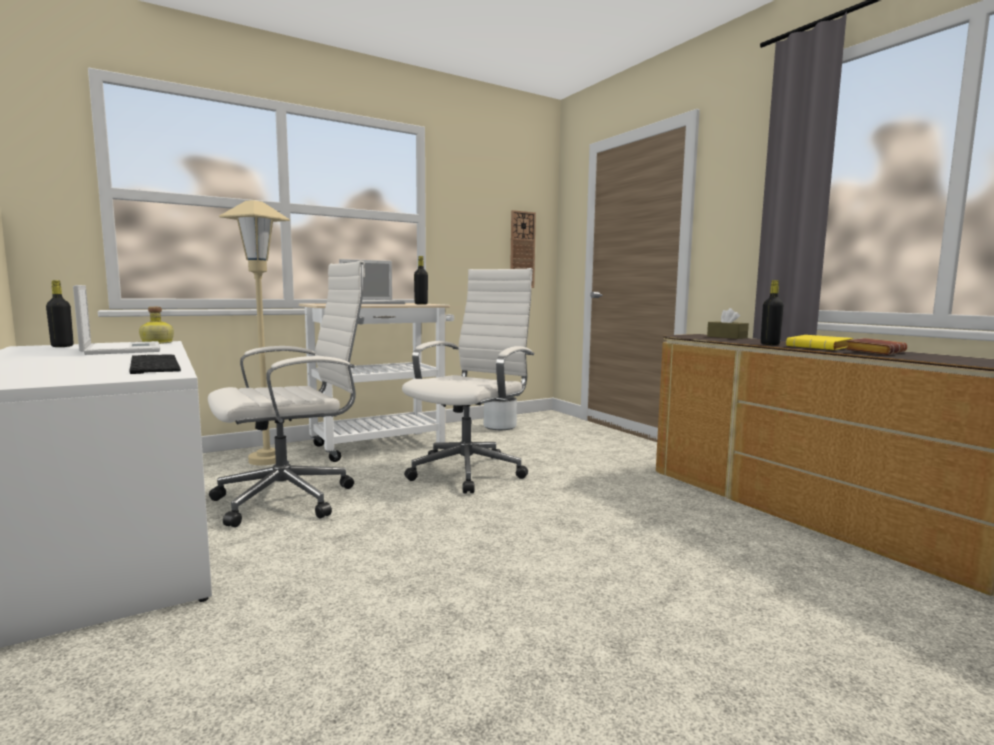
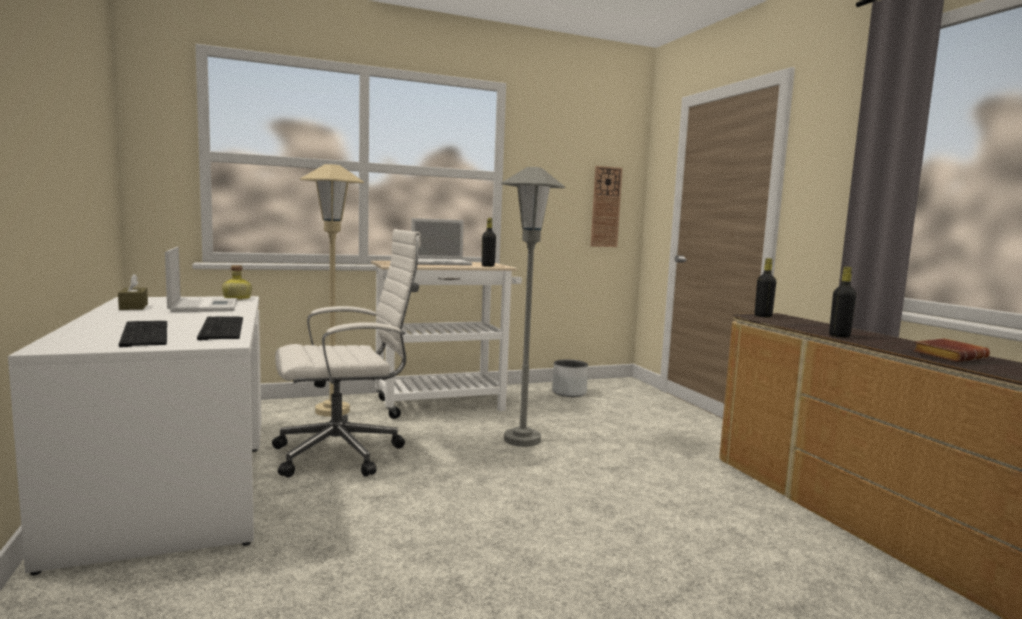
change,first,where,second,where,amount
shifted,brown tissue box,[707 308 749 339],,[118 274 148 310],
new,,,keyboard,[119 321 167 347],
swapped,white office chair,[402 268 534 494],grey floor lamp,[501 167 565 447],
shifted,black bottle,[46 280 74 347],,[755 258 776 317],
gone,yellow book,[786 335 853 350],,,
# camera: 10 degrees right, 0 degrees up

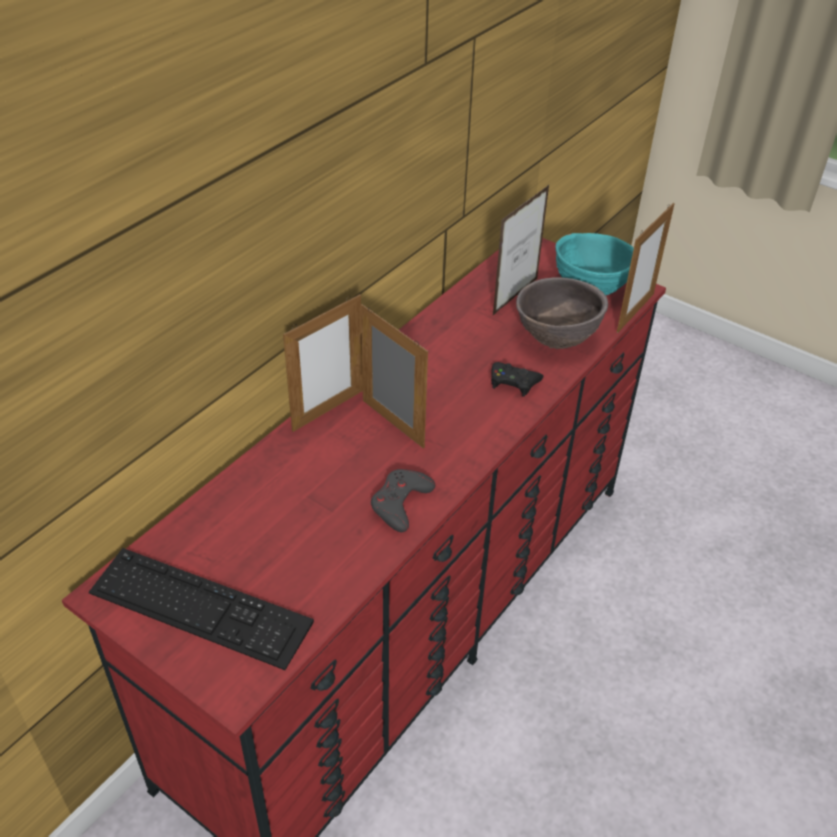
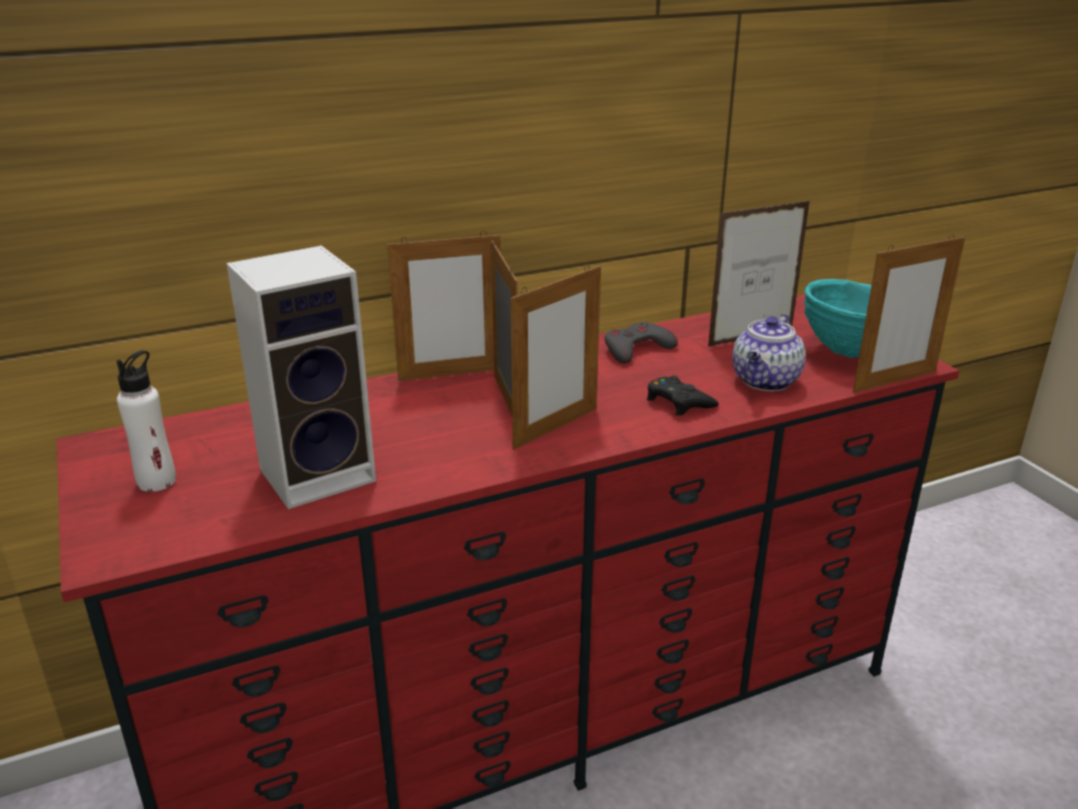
change,first,where,second,where,amount
swapped,keyboard,[89 548 314 670],white bottle,[117 350 176 492],
new,,,speaker,[226 245 376 509],
new,,,picture frame,[510 264 601 450],
shifted,grey game controller,[371 469 435 532],,[605 322 678 364],
swapped,brown bowl,[516 278 608 349],teapot,[732 314 806 391],
# camera: 30 degrees right, 15 degrees down

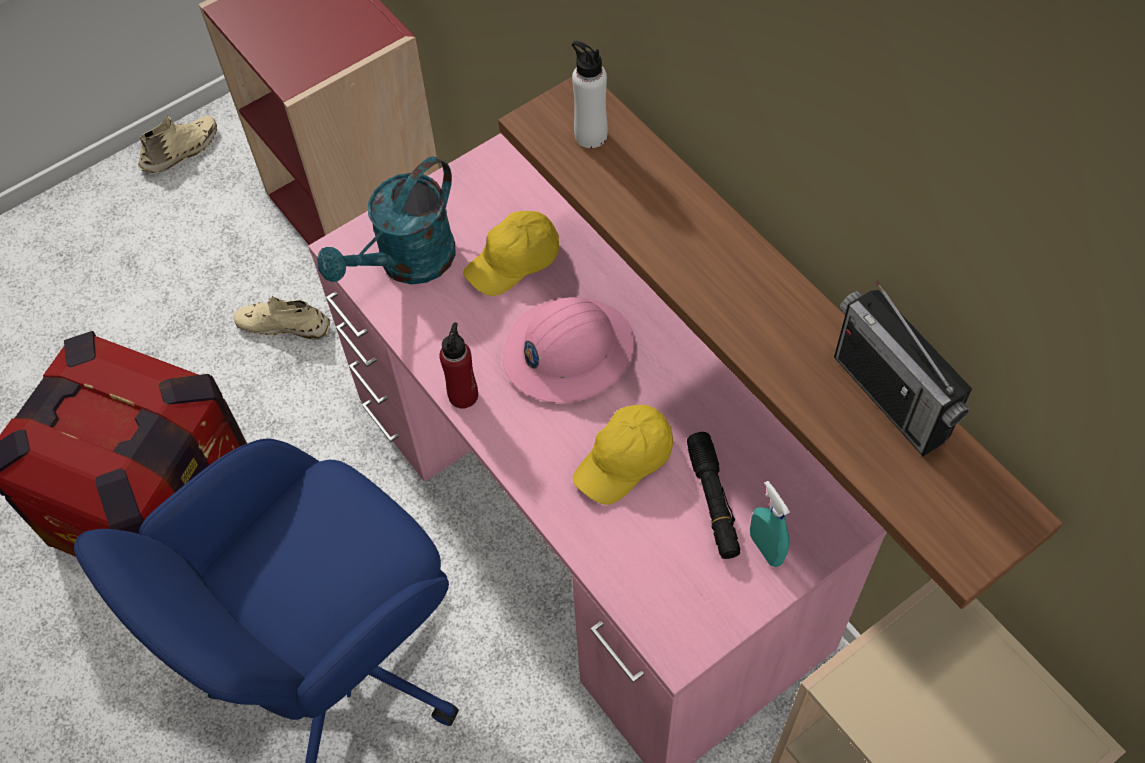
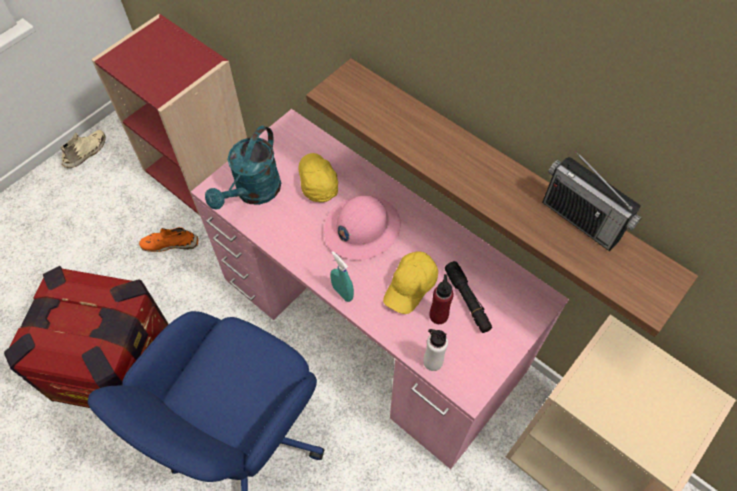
change,first,where,second,where,amount
repainted,beige shoe,[234 296 330 340],orange shoe,[139 227 198 252],
rotated,yellow cap,[463 211 559 296],,[298 153 338 202],120 degrees clockwise
shifted,turquoise spray bottle,[750 481 790 567],,[330 251 354 302],
shifted,white bottle,[572 41 608 148],,[423 329 448 371],
shifted,red bottle,[439 322 478 409],,[429 274 454 324],
# camera: 15 degrees left, 0 degrees up

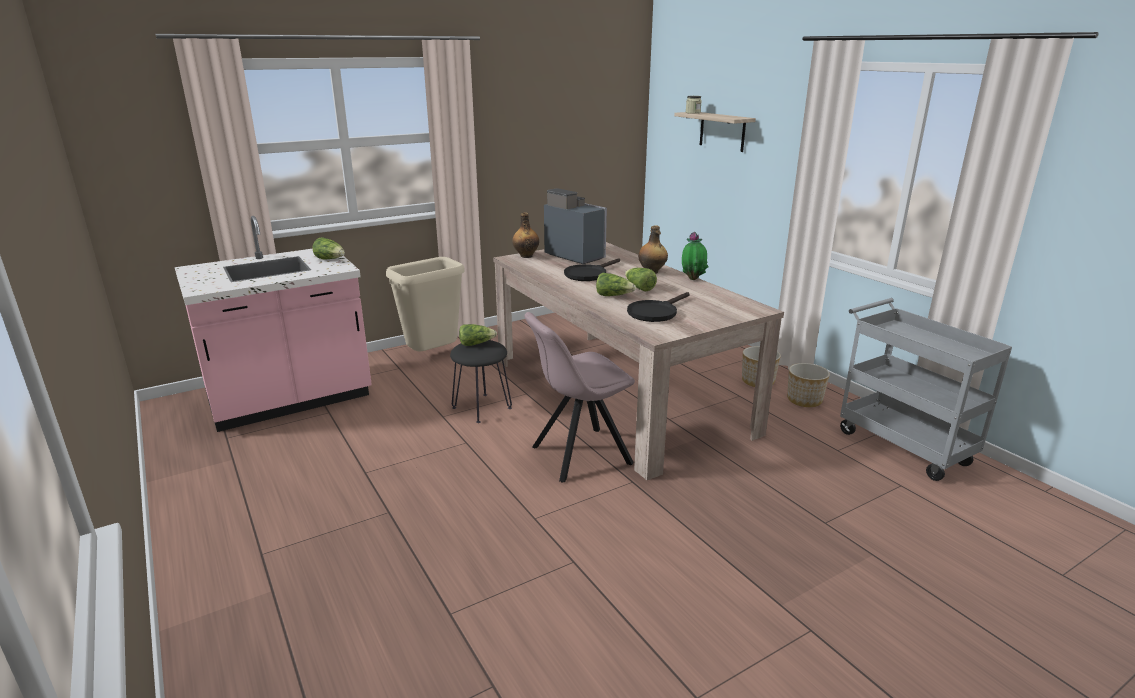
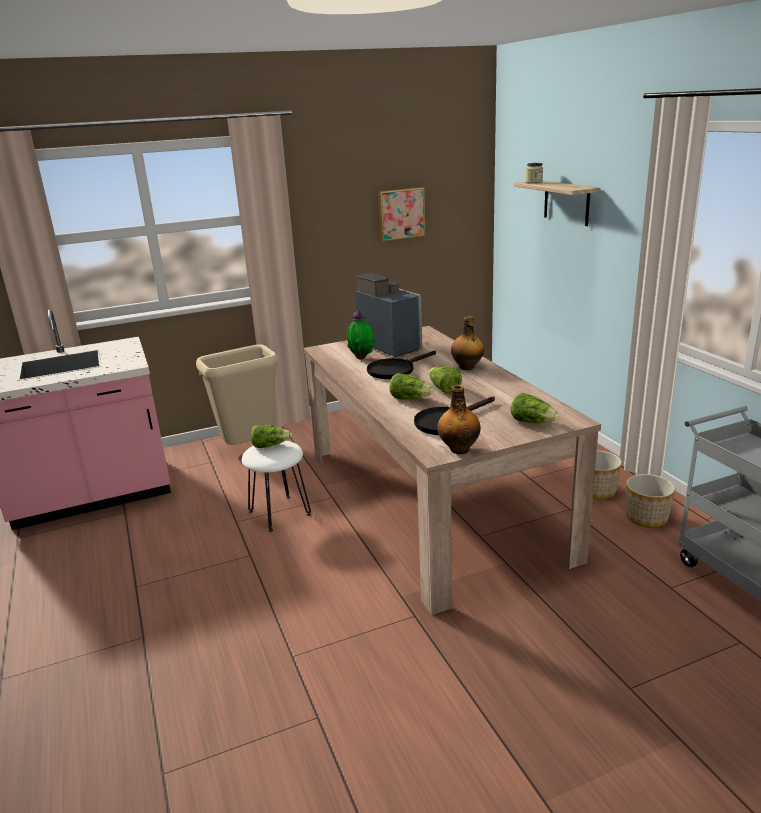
change,first,where,second,where,amount
repainted,black stool,[450 340 512 423],white stool,[242 441 311 532],
shifted,potted plant,[682 232 708 280],,[347 310 375 360],
new,,,picture,[378 187 426 242],
shifted,bottle,[512 213 539 258],,[437 385 481 454],
shifted,lettuce,[312 237 345 260],,[511 393 559 423],
gone,pink chair,[524 312 635 483],,,
# camera: 10 degrees right, 0 degrees up

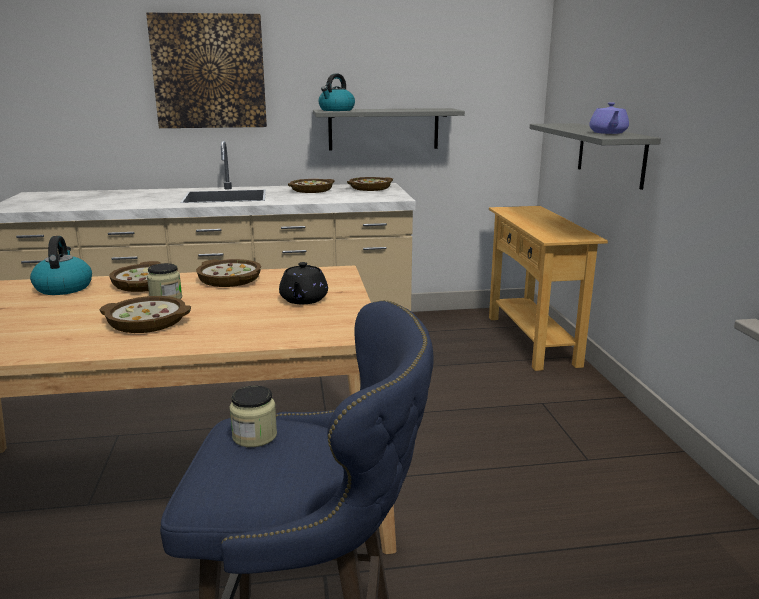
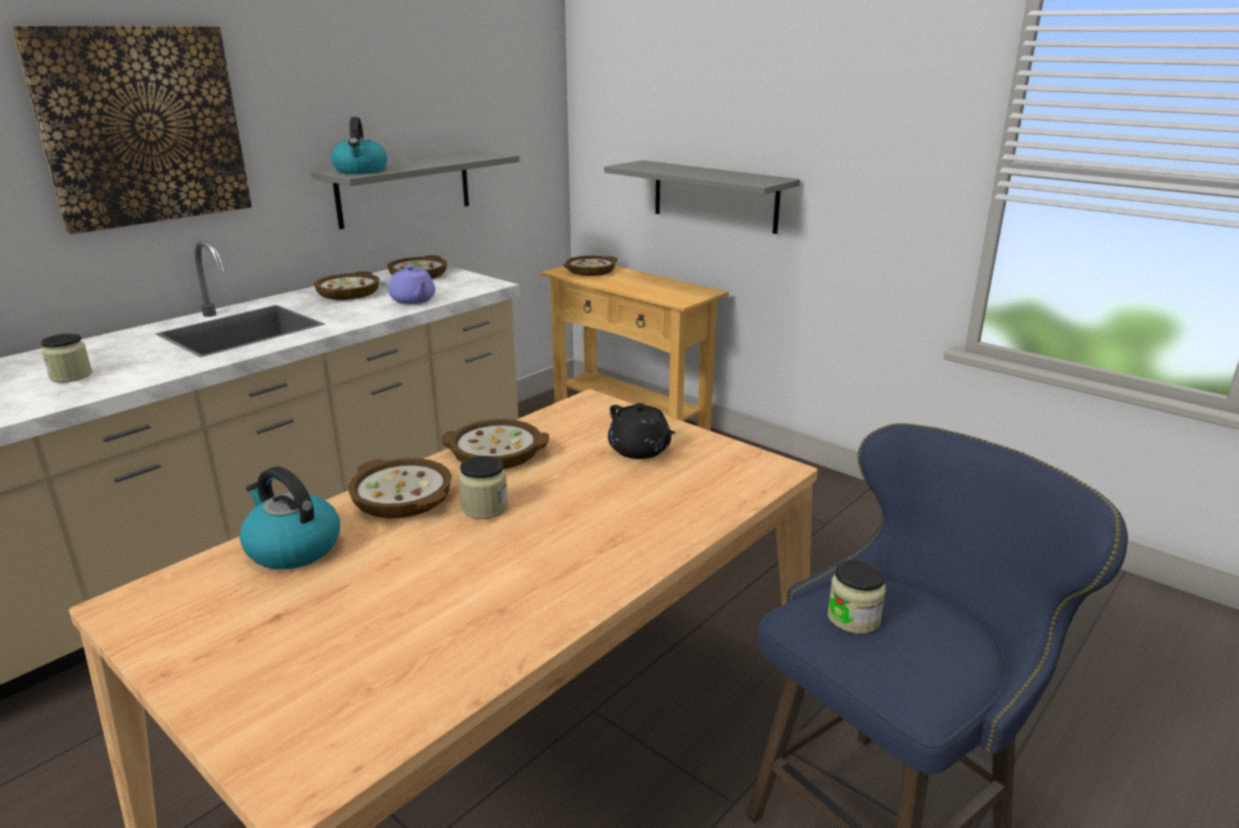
change,first,where,second,where,amount
new,,,jar,[41 333 92 383],
shifted,purple teapot,[589 102 629 134],,[389 265 435 304],
shifted,bowl,[99 296 191 333],,[563 256 618 276],
# camera: 40 degrees left, 5 degrees up

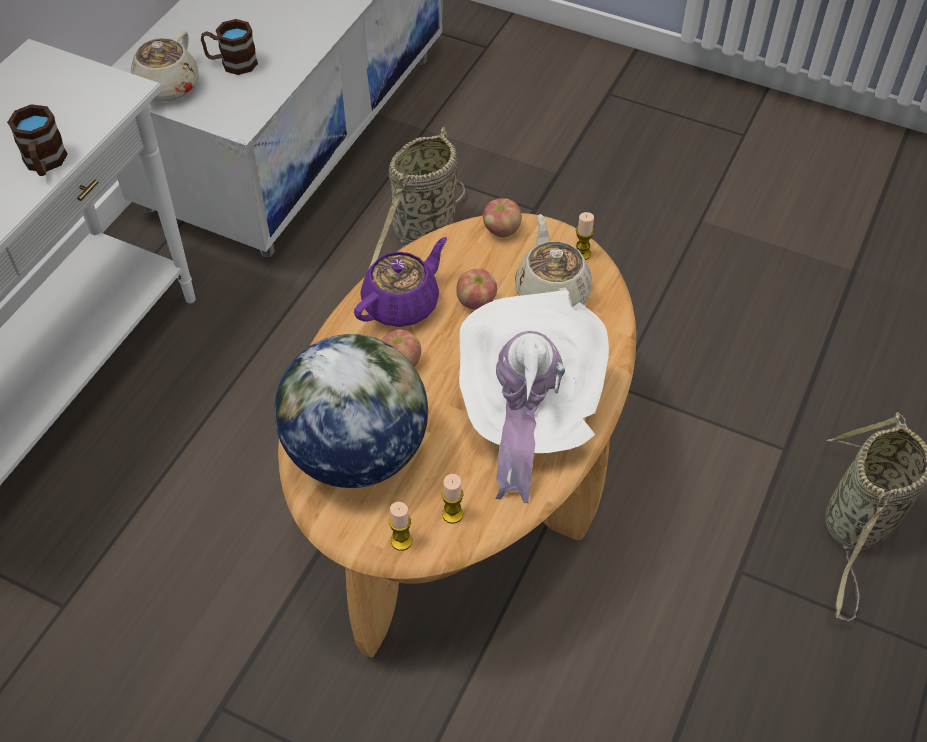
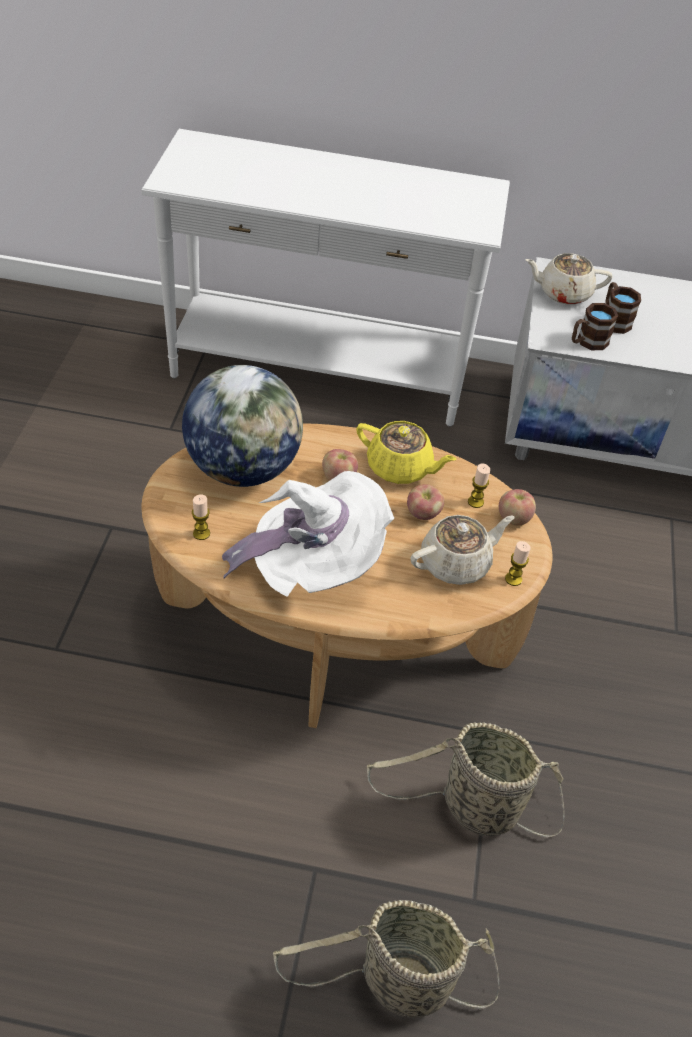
change,first,where,second,where,amount
repainted,purple teapot,[354 237 447 327],yellow teapot,[356 421 457 484],
shifted,basket,[368 127 465 270],,[367 722 565 838],
shifted,candle,[389 502 412 551],,[468 463 490 508],
shifted,brown mug,[7 104 68 176],,[572 303 618 350],
# camera: 70 degrees right, 5 degrees down

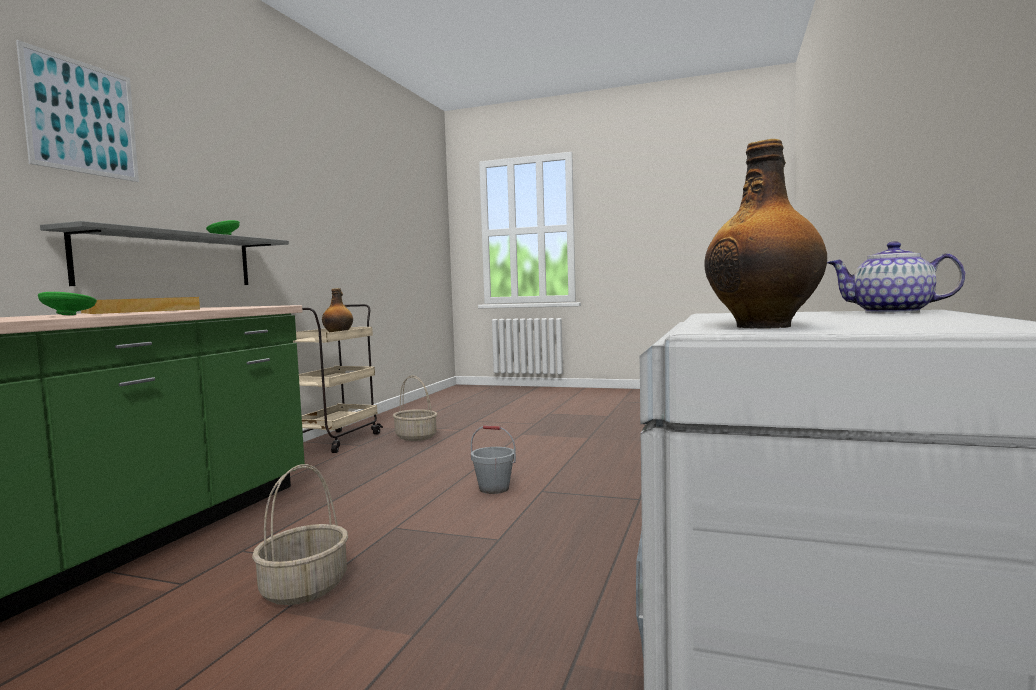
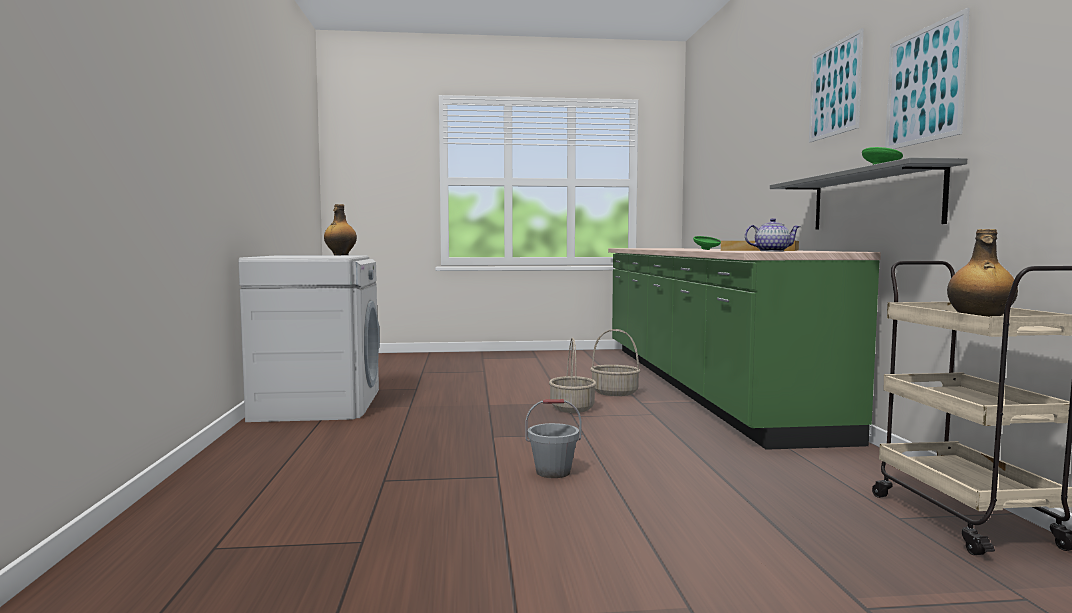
change,first,where,second,where,amount
shifted,basket,[393 375 437 441],,[591 329 640 396],
shifted,teapot,[827 242 965 313],,[745 218 800 251],
new,,,picture,[885 8 970 149],
# camera: 155 degrees right, 0 degrees up

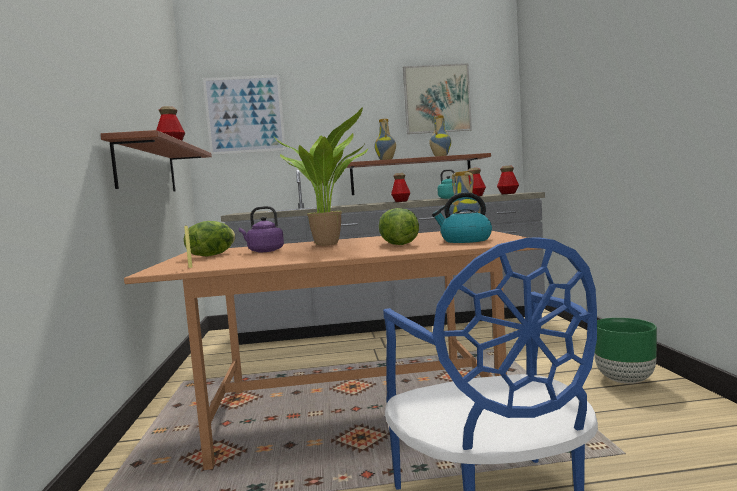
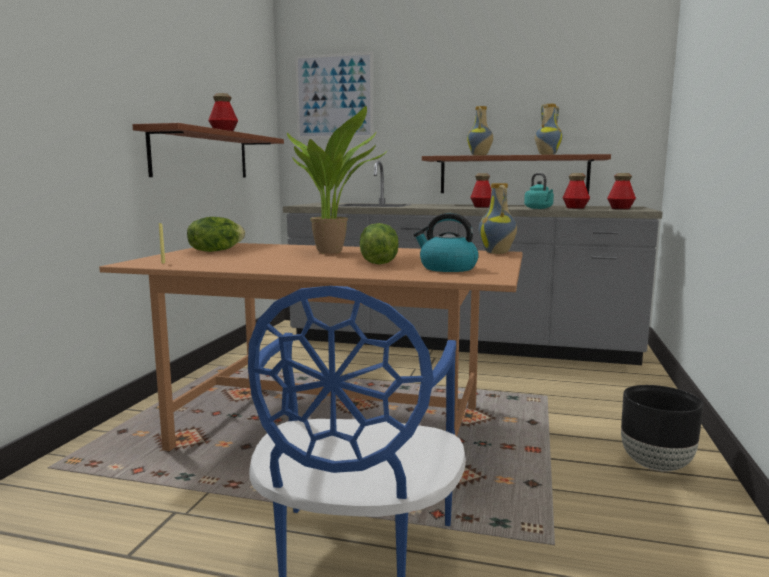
change,first,where,second,where,amount
repainted,green planter,[594 318 657 384],black planter,[621 385 703 472],
gone,purple kettle,[239 206 284 252],,,
gone,picture,[403 63 472 134],,,
# camera: 20 degrees right, 5 degrees up

